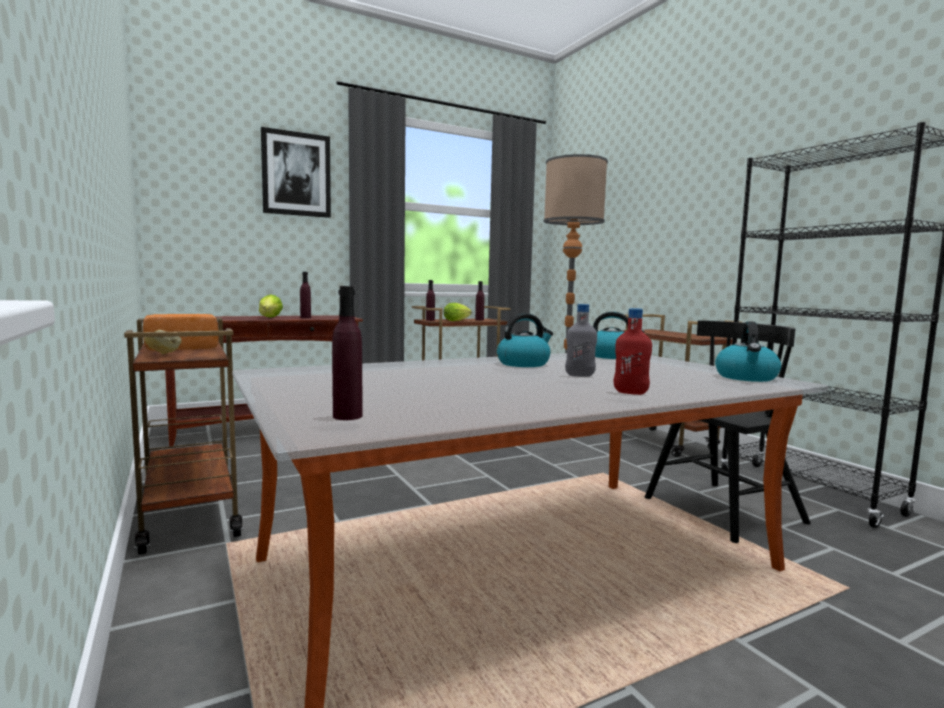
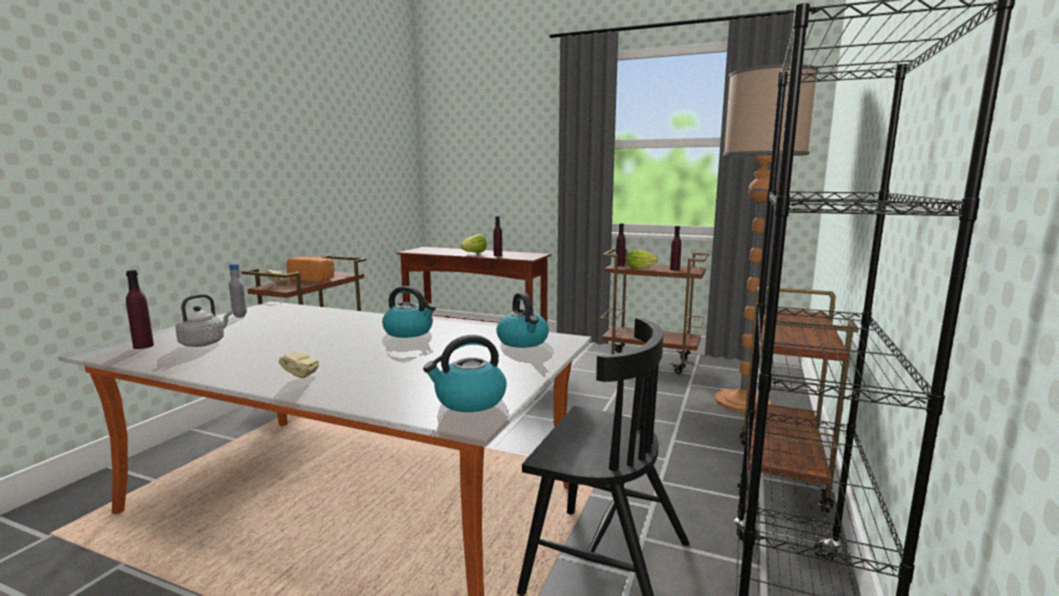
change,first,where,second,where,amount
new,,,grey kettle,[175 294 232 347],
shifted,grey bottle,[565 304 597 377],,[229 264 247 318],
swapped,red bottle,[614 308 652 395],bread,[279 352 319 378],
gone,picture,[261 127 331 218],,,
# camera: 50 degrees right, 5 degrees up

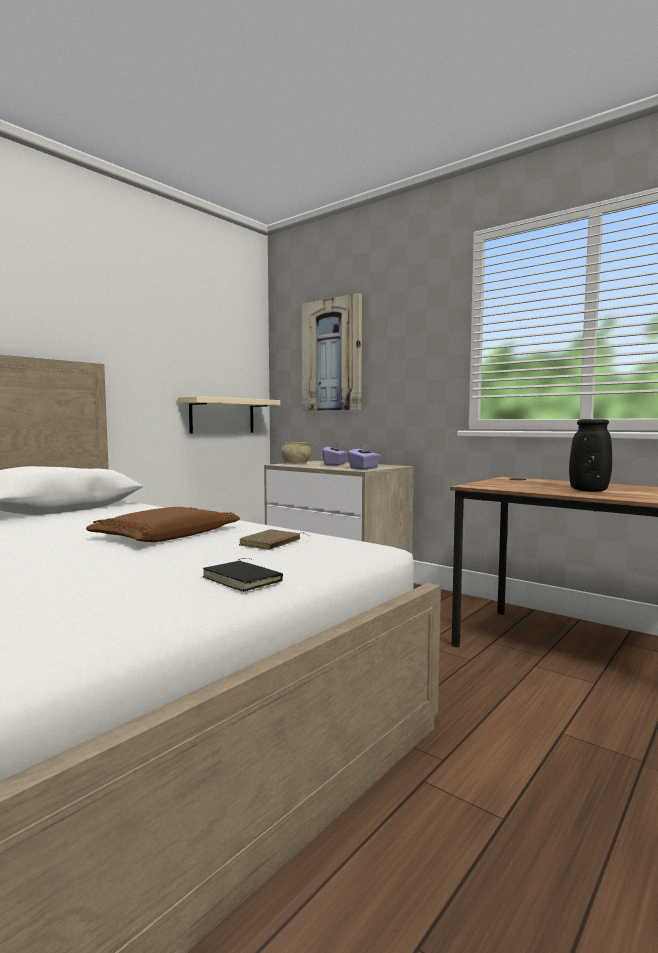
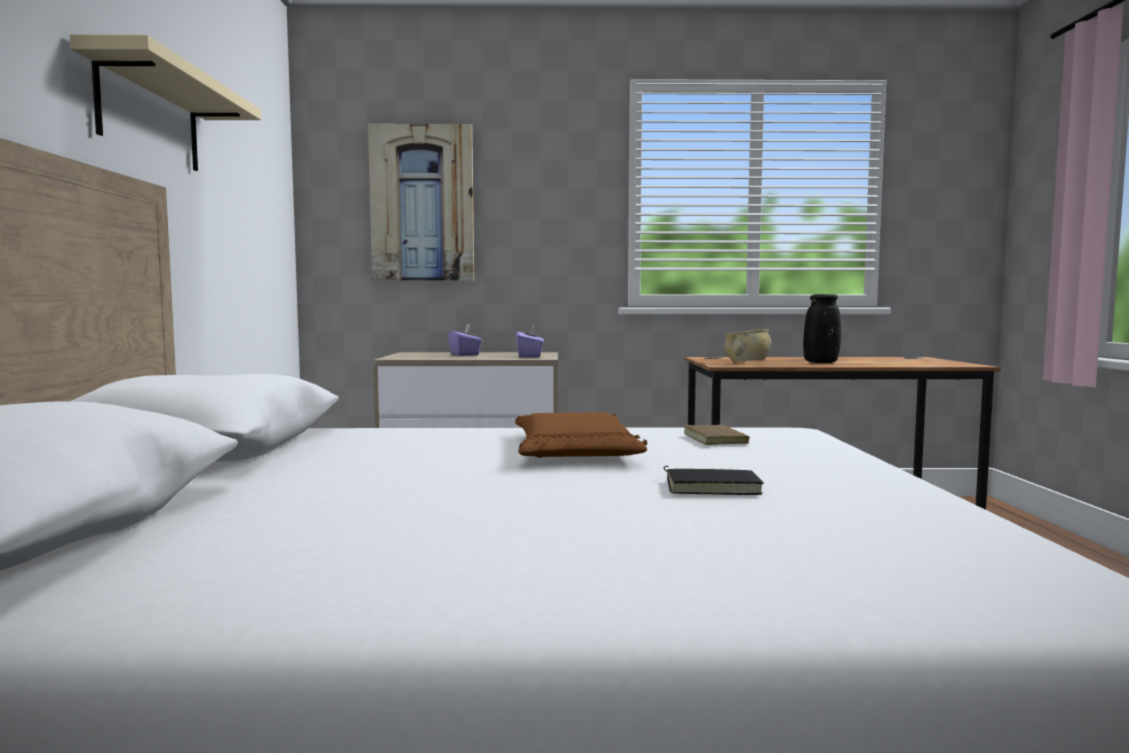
change,first,where,second,where,amount
shifted,beige shelf,[178 396 280 433],,[70 34 261 171],
shifted,black book,[203 558 283 592],,[664 466 764 495],
shifted,beige bowl,[281 442 311 464],,[724 329 771 362],
# camera: 40 degrees left, 0 degrees up

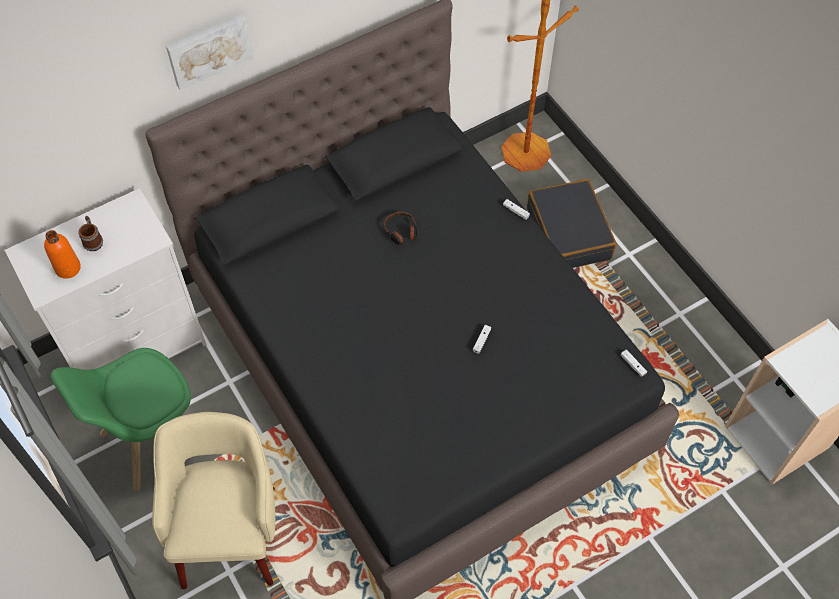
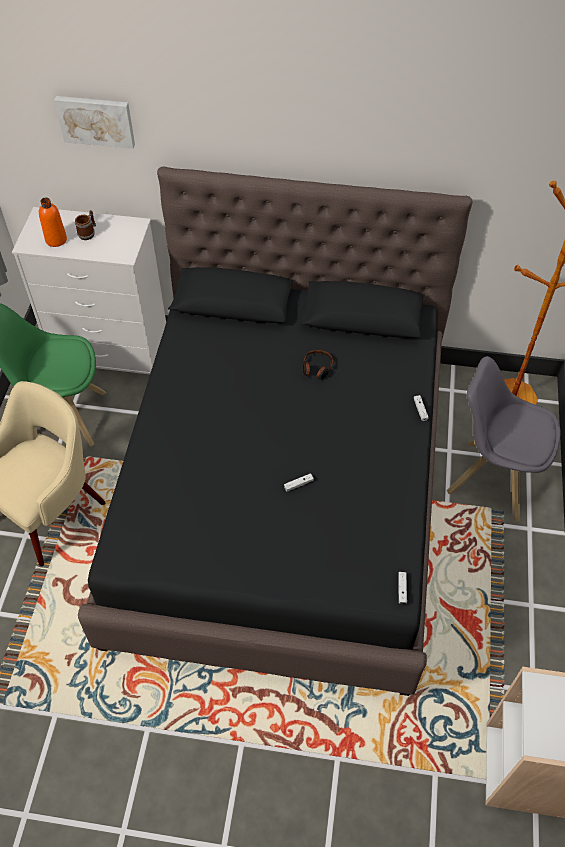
change,first,where,second,where,amount
shifted,picture,[166 14 254 90],,[54 96 135 149],
swapped,black suitcase,[527 179 616 268],grey chair,[447 356 560 522],
# camera: 40 degrees right, 5 degrees down

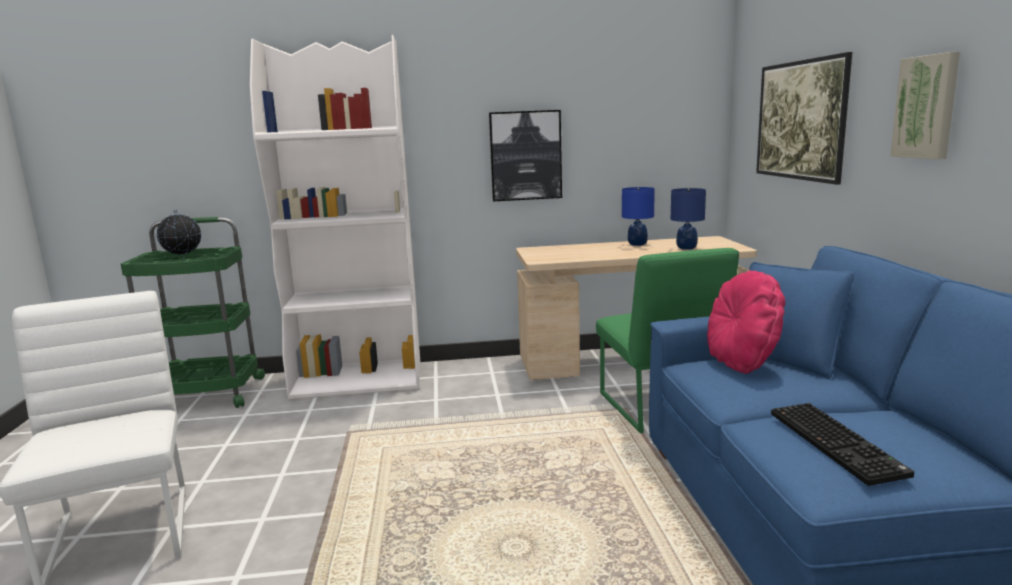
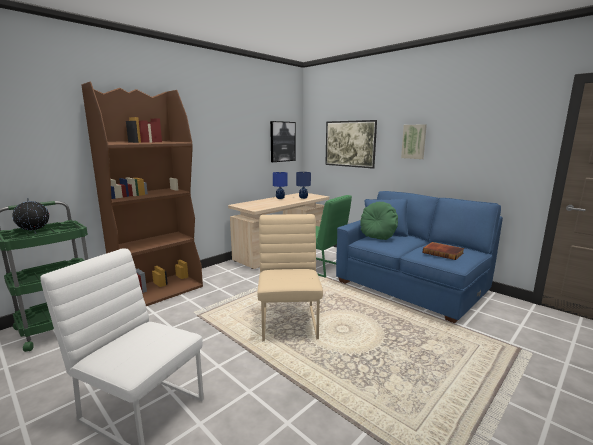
change,first,where,second,where,amount
repainted,white bookcase,[250 35 420 399],brown bookcase,[81 82 203 306],
new,,,beige chair,[257 214 323 341],
shifted,picture,[489 110 562 201],,[270 121 295 162],
repainted,pink pillow,[707 271 785 374],green pillow,[360 202 398 240],
swapped,keyboard,[771 403 914 486],book,[423 242 464 260],
# camera: 40 degrees left, 0 degrees up

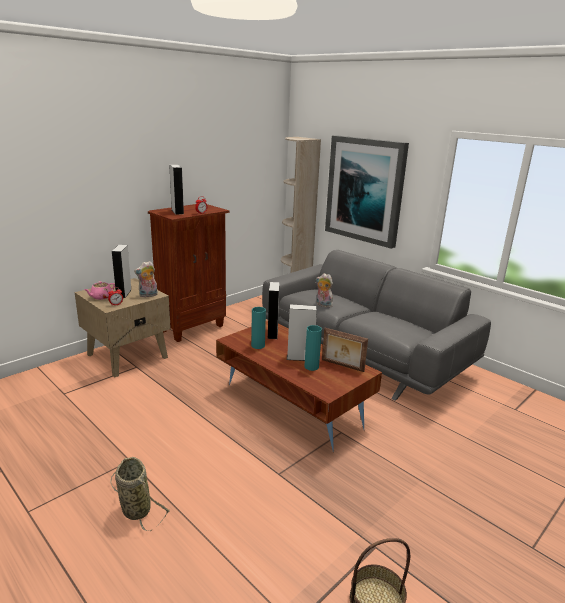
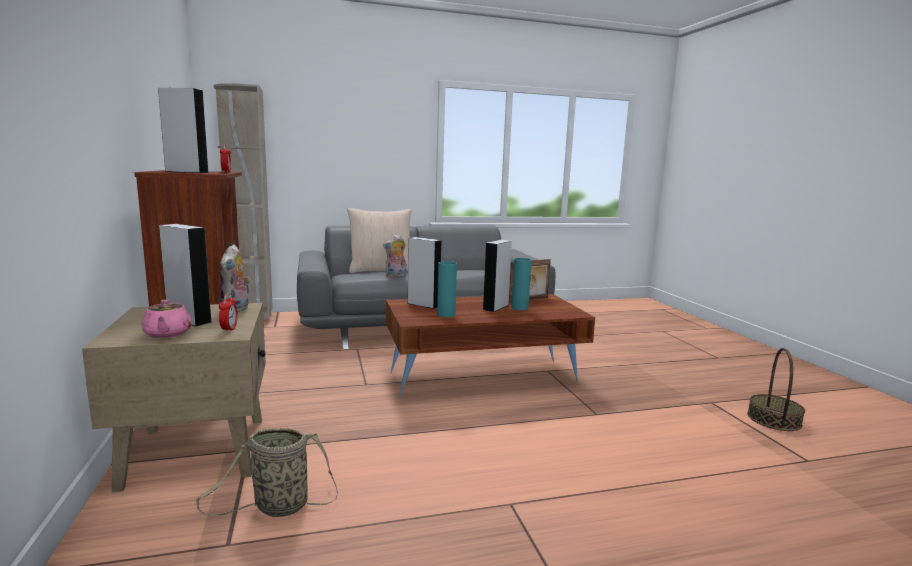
change,first,where,second,where,amount
shifted,basket,[110 457 170 531],,[196 428 338 517],
new,,,beige pillow,[347 208 411 273],
gone,picture,[325 135 409 249],,,
# camera: 60 degrees left, 10 degrees down

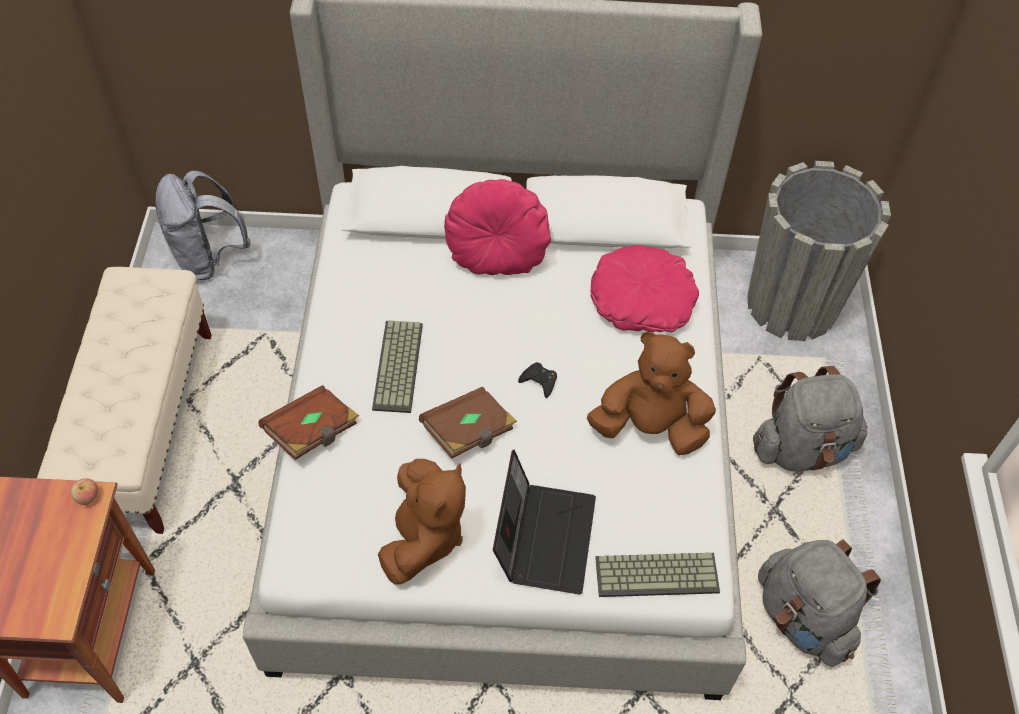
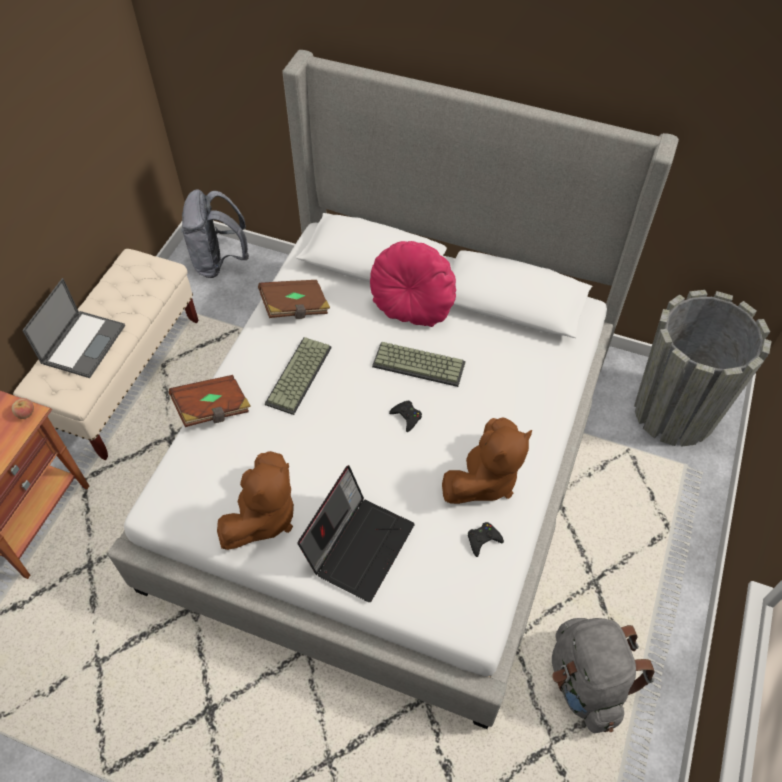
change,first,where,second,where,amount
new,,,laptop,[22 278 125 378],
shifted,brown book,[419 387 517 459],,[258 280 330 319],
shifted,keyboard,[595 553 720 597],,[372 342 466 387],
rotated,brown plush toy,[587 332 716 455],,[442 417 532 504],105 degrees clockwise
new,,,black game controller,[468 522 504 557],
gone,pink pillow,[590 245 699 332],,,
gone,grey backpack,[753 366 868 472],,,
# camera: 20 degrees right, 0 degrees up

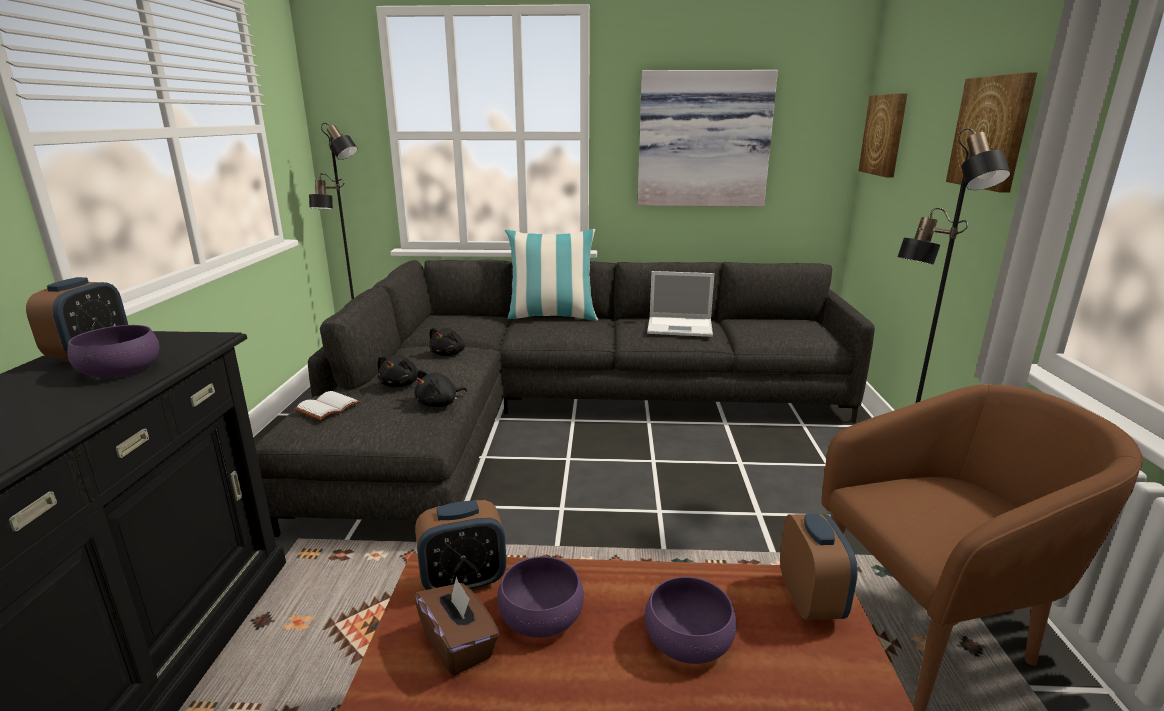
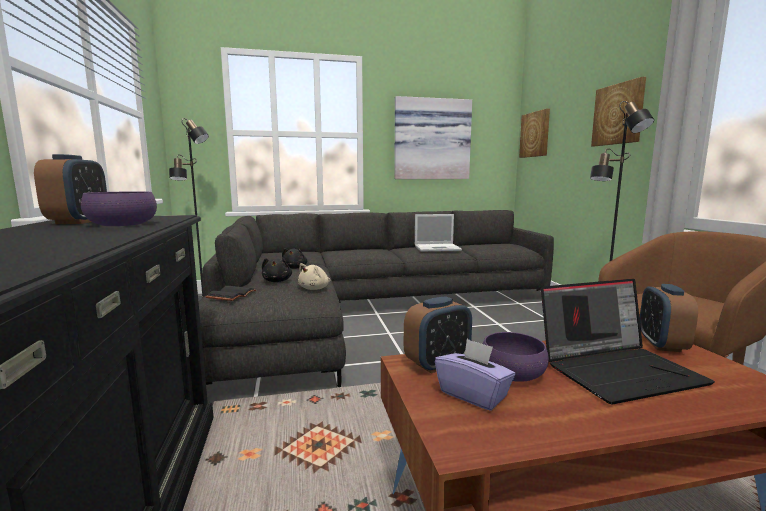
change,first,where,second,where,amount
repainted,white book,[294 391 361 420],black book,[206 286 256 301],
repainted,black plush toy,[415 370 467 407],beige plush toy,[298 263 330 290],
repainted,brown tissue box,[414 576 500 676],purple tissue box,[435 339 515 411],
swapped,purple bowl,[645 576 737 664],laptop,[541 279 715 404],
rotated,alarm clock,[780 514 858 619],,[640 284 698 352],150 degrees counterclockwise
gone,pillow,[505 229 598 321],,,
# camera: 15 degrees left, 10 degrees down

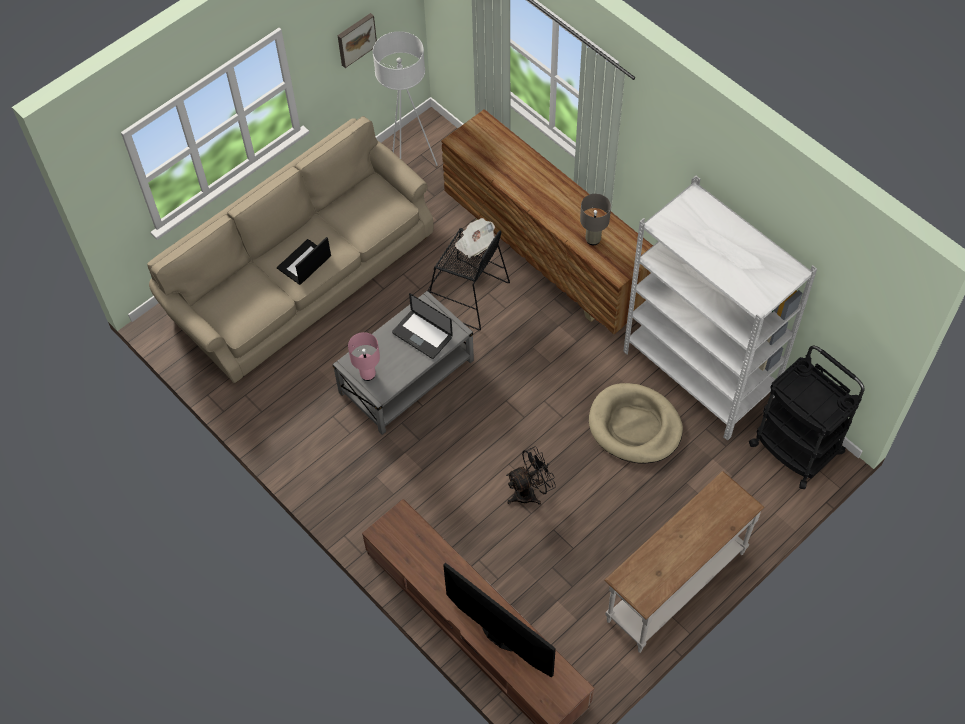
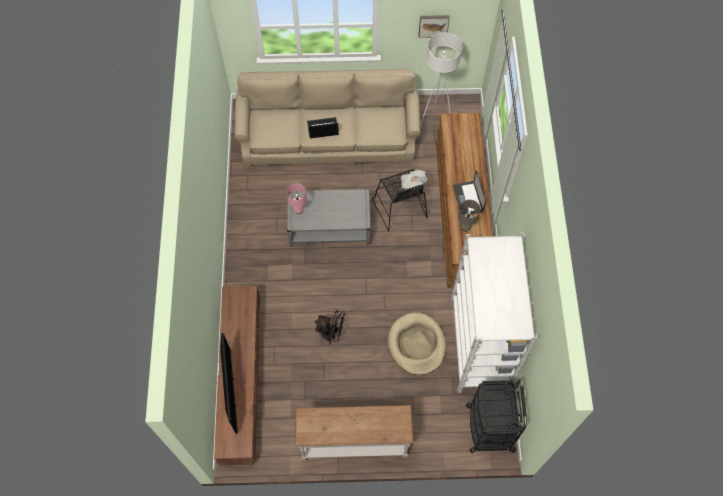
change,first,where,second,where,amount
shifted,laptop,[392 293 453 359],,[453 170 486 215],
# camera: 40 degrees right, 5 degrees up

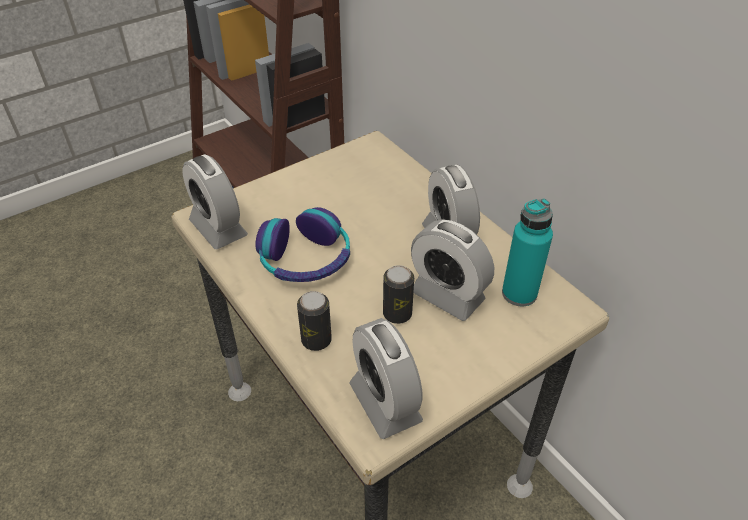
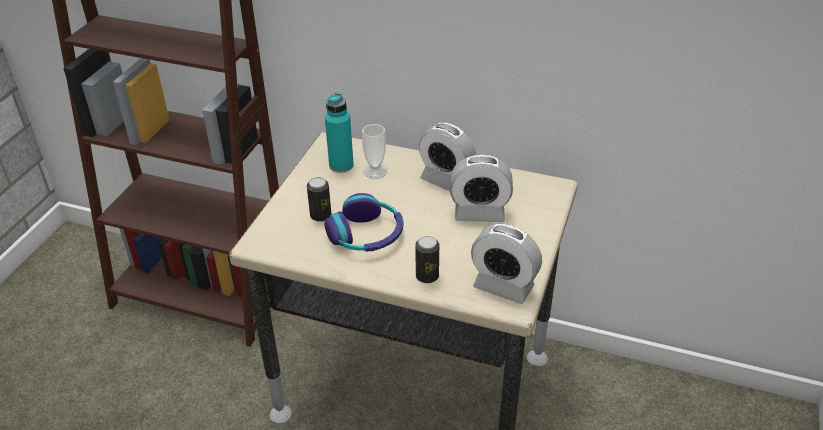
change,first,where,second,where,amount
shifted,can,[383 265 414 324],,[307 177 331 222],
shifted,turquoise bottle,[502 198 553 306],,[325 92 354 173],
new,,,cup,[362 124 387 179],
gone,alarm clock,[182 154 248 249],,,
# camera: 35 degrees left, 5 degrees down

